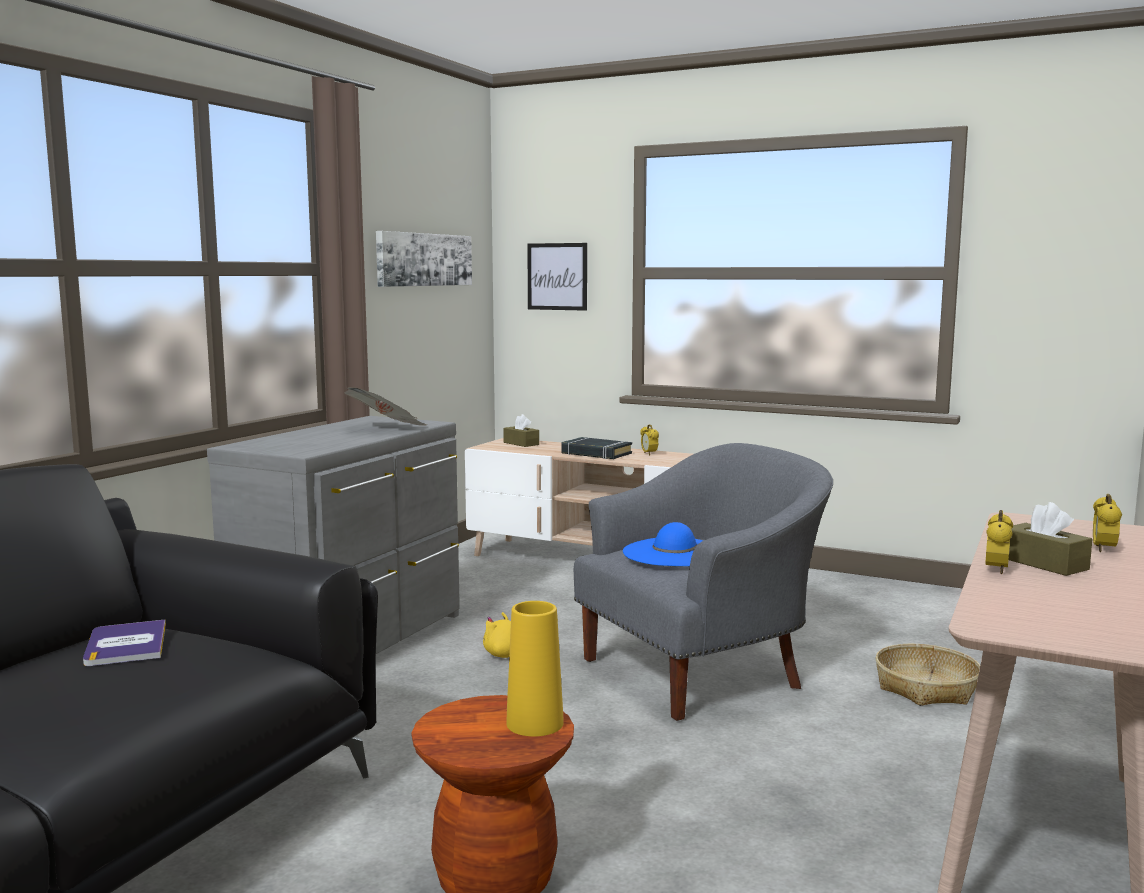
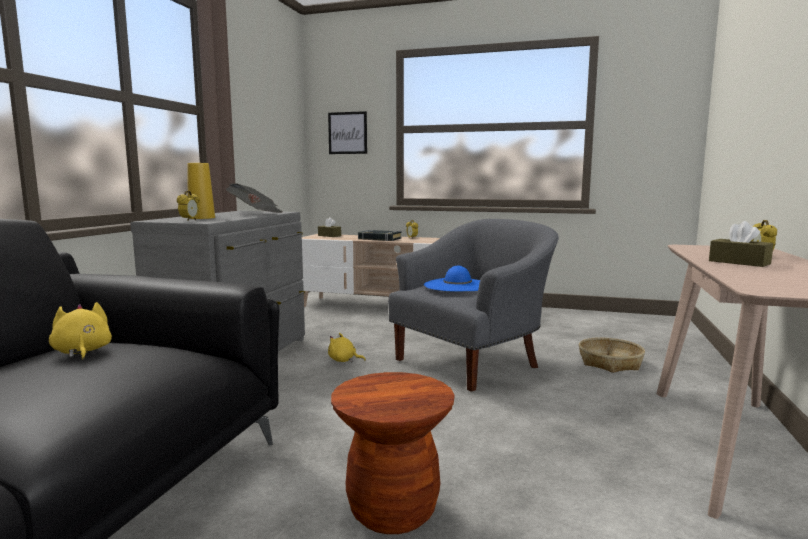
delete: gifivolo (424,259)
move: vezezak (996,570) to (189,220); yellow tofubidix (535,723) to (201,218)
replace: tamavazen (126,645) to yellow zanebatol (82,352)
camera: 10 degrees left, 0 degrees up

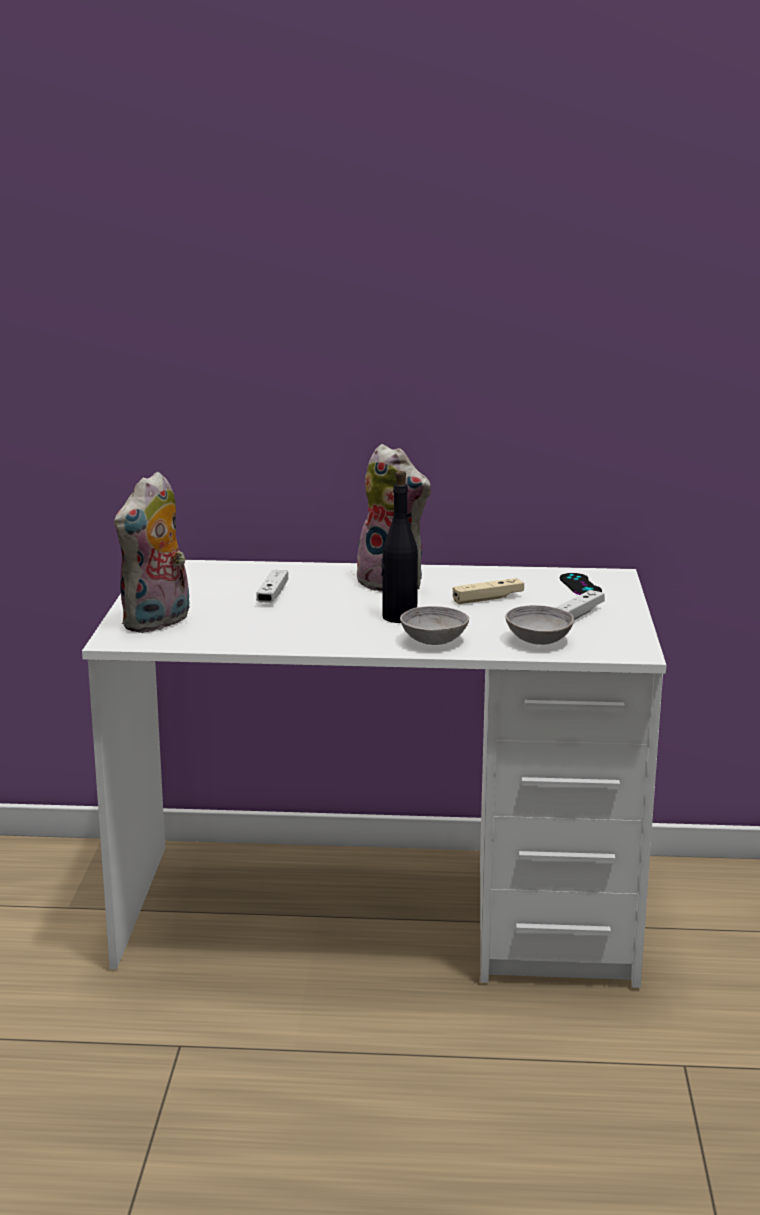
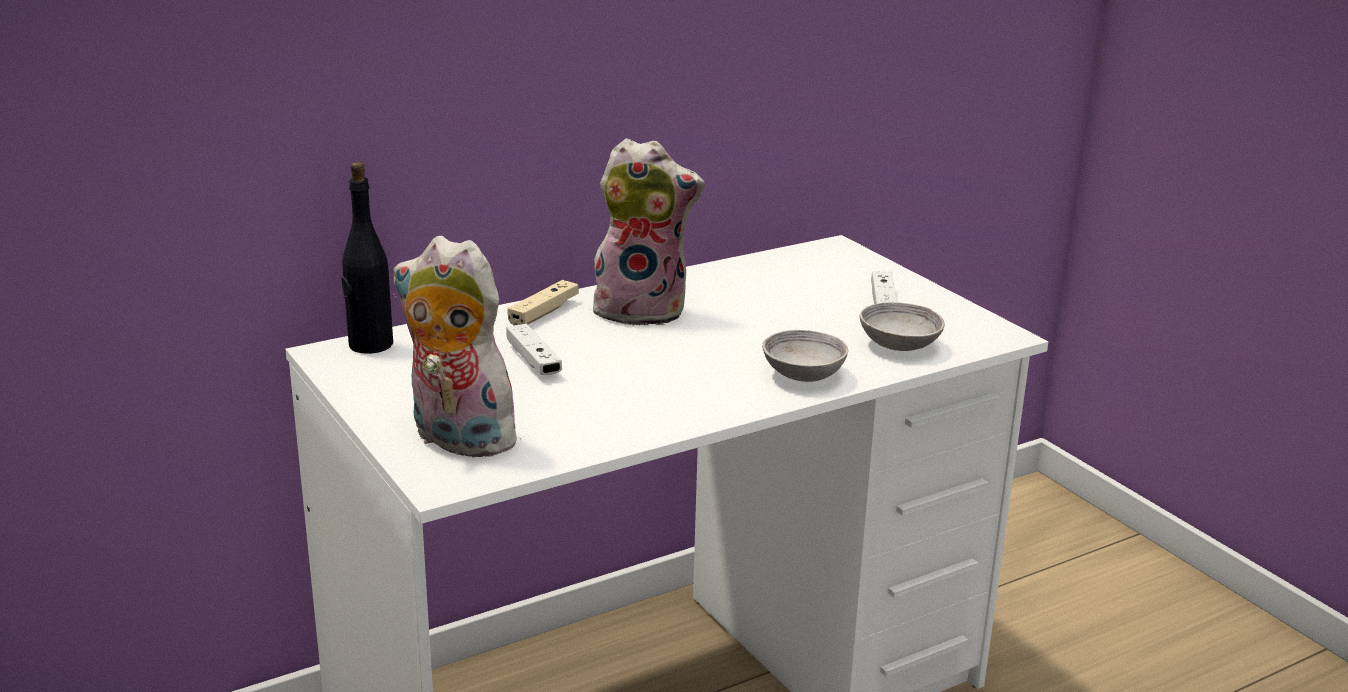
delete: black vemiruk (580,585)
move: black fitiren (399,617) to (370,345); beige vemiruk (488,599) to (543,312)
rotate: zanebatol (158,623) = (456,440) 120 degrees clockwise
camera: 35 degrees left, 5 degrees up

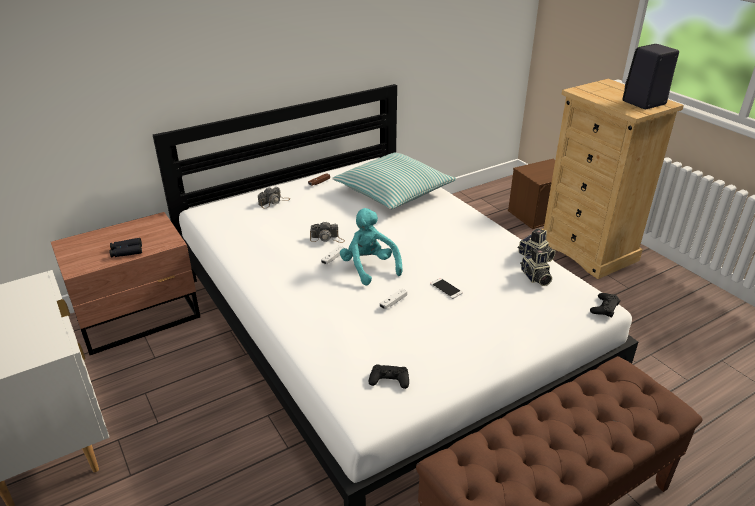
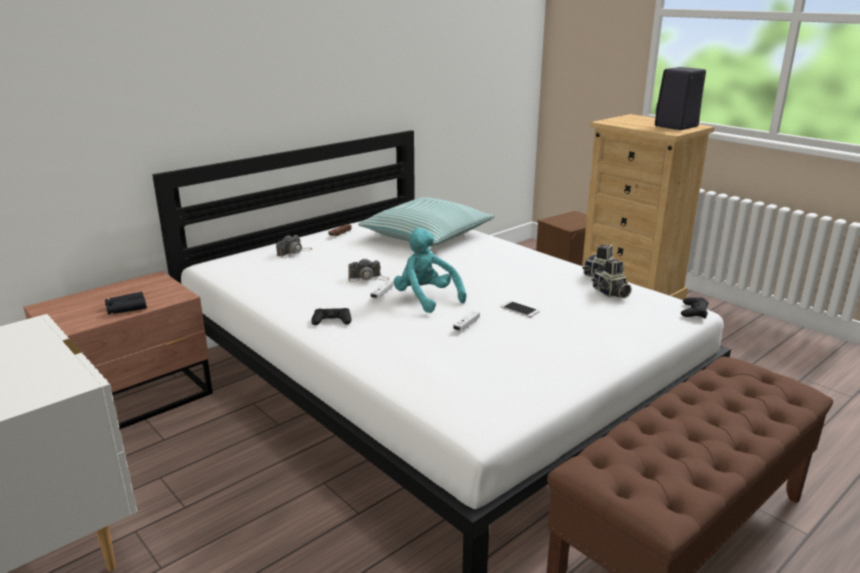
move: black vemiruk (389,379) to (332,320)
camera: 10 degrees left, 10 degrees down

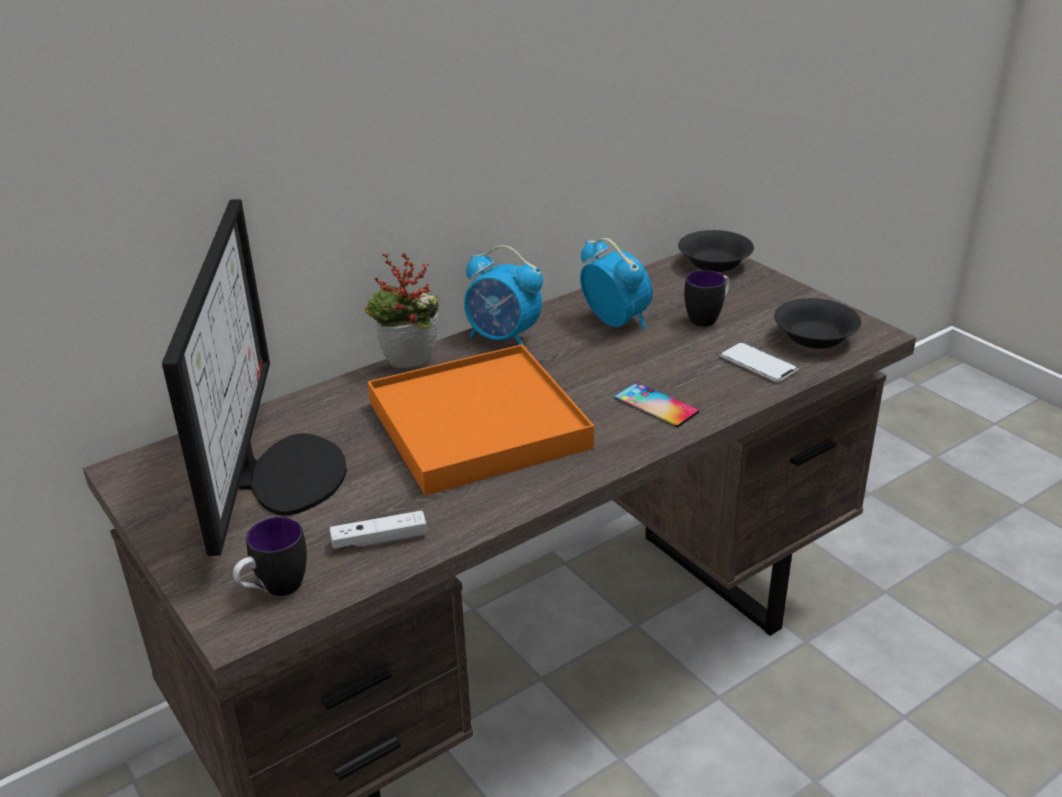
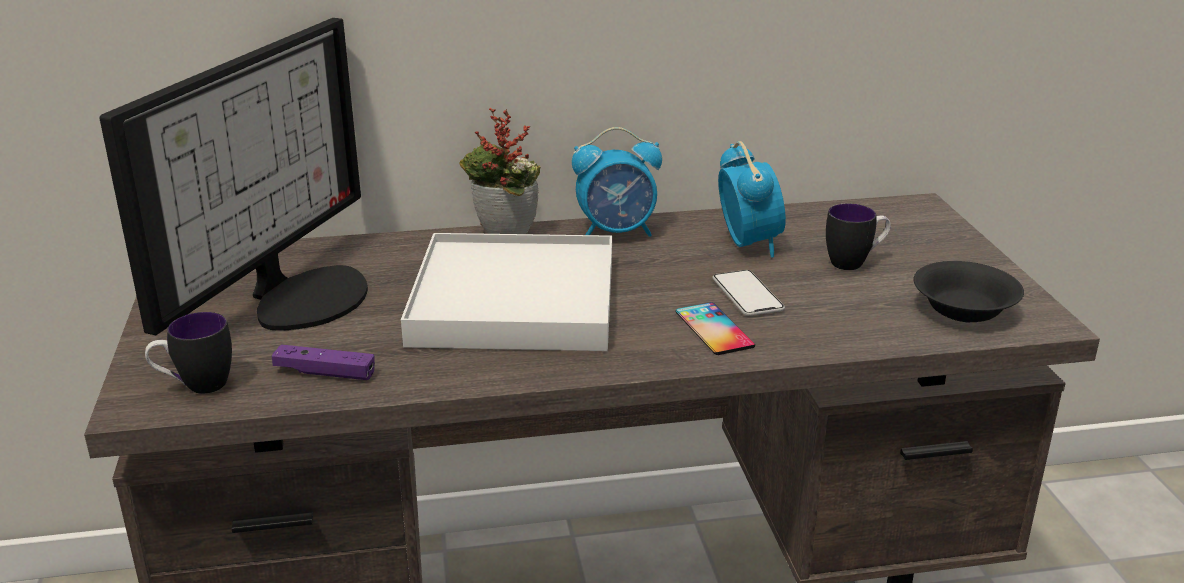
delete: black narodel (715,265)
move: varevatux (758,363) to (747,295)
recolor: white vemiruk (379,540) to purple vemiruk (325,372); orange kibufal (477,426) to white kibufal (514,301)
rotate: vezezak (503,338) = (617,233) 60 degrees counterclockwise
camera: 25 degrees right, 5 degrees down

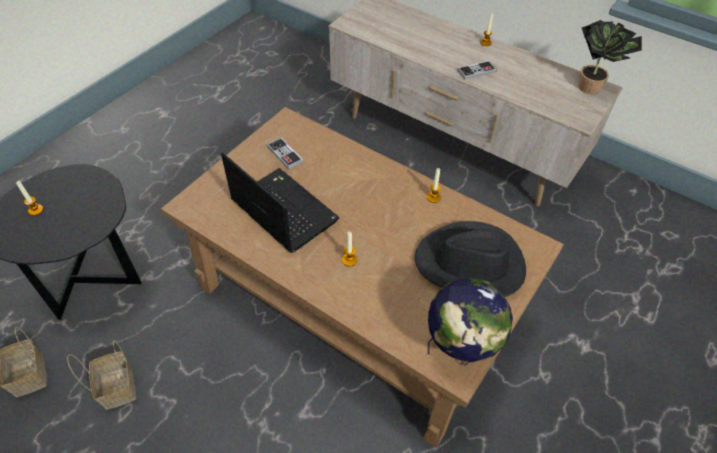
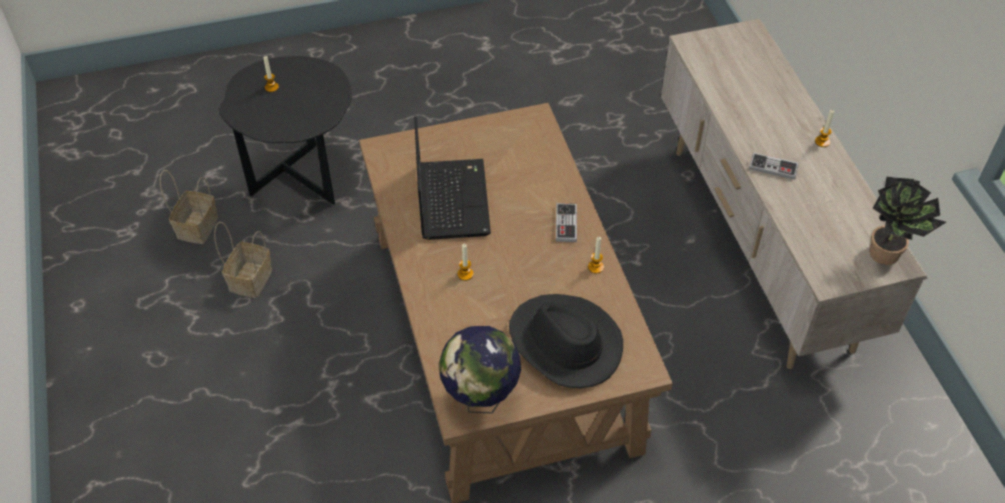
move: vemiruk (285,154) to (566,224)
camera: 40 degrees right, 0 degrees up

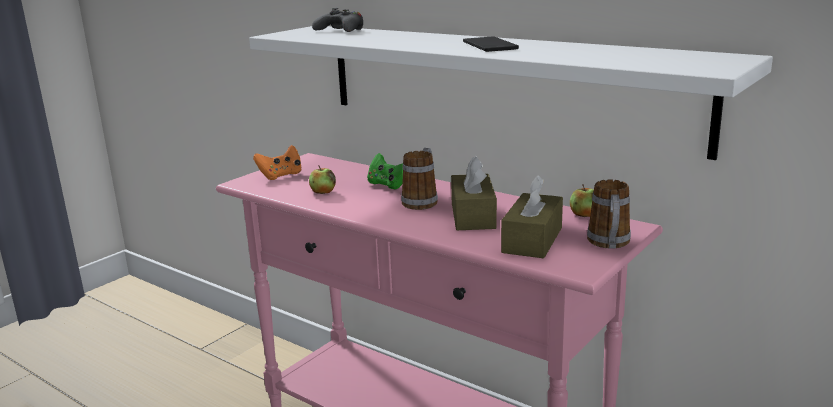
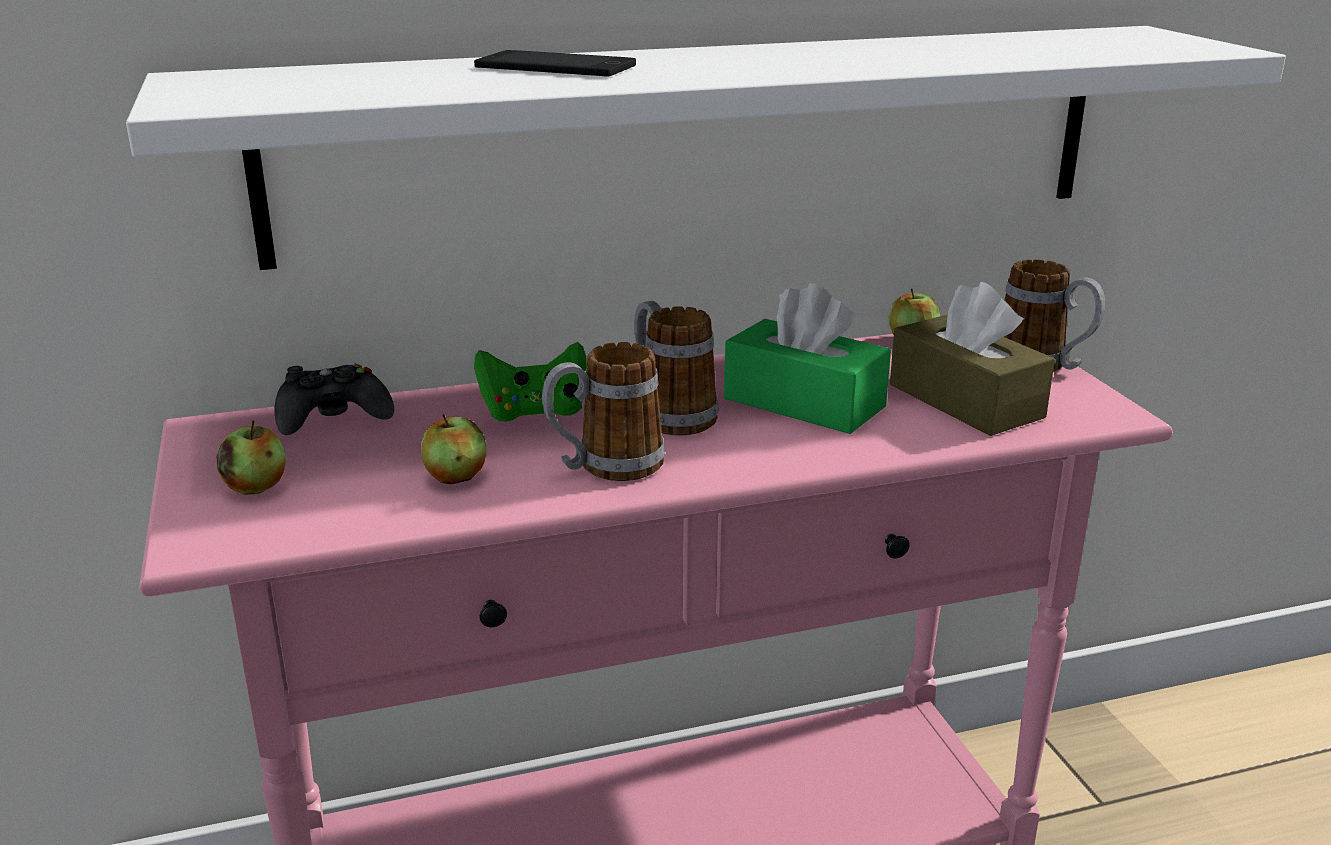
insert: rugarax (605,467)
move: black vemiruk (341,30) to (333,416); varevatux (489,45) to (555,66)
replace: orange vemiruk (281,175) to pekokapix (256,487)
recolor: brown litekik (473,216) to green litekik (804,403)
camera: 55 degrees left, 5 degrees up

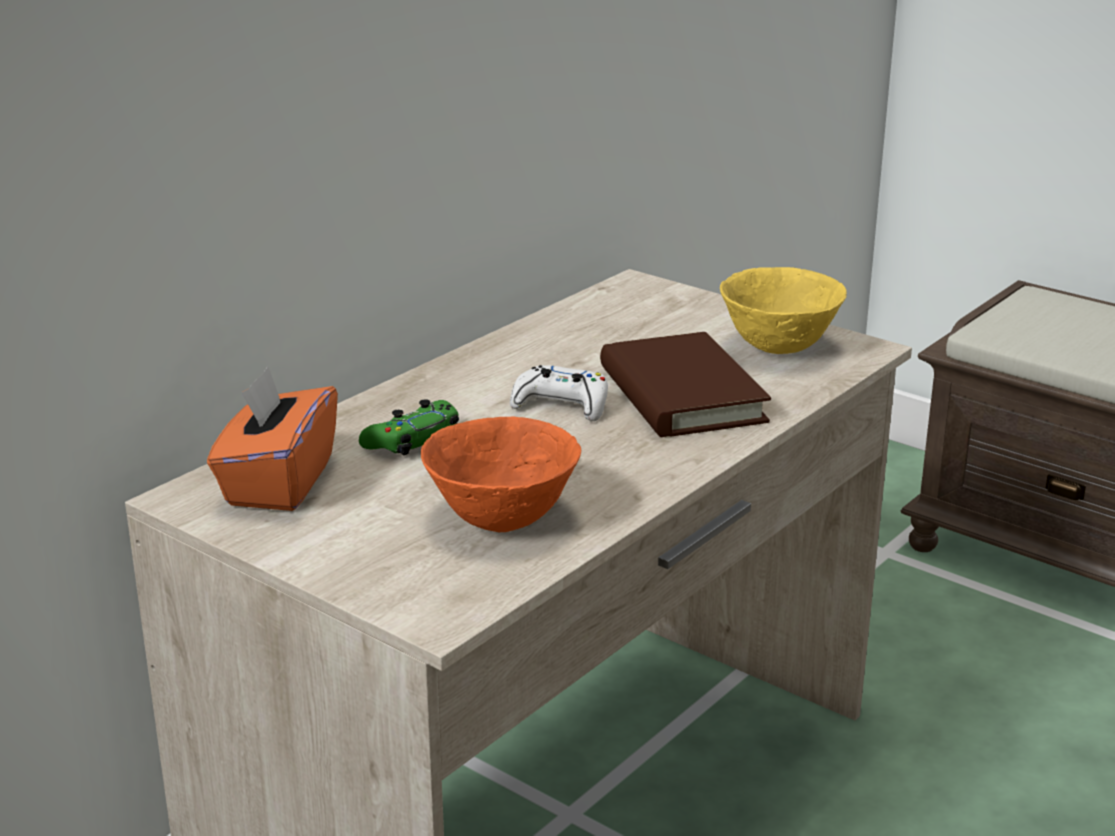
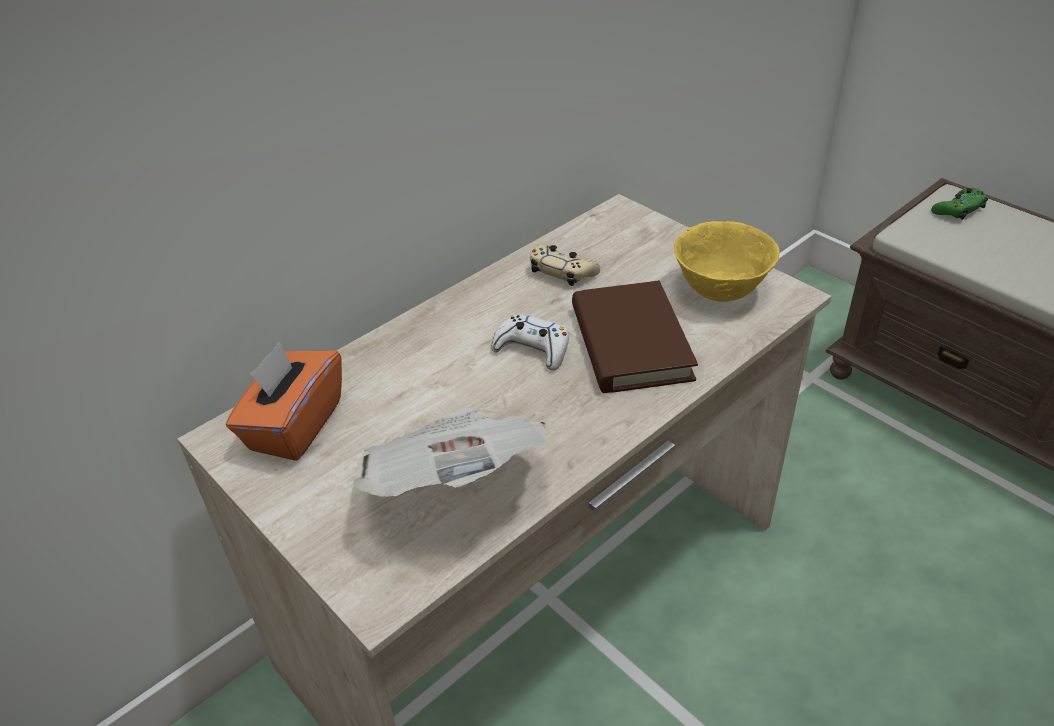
insert: beige vemiruk (562,272)
move: green vemiruk (413,440) to (958,210)
replace: orange narodel (500,518) to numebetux (455,482)
camera: 10 degrees right, 15 degrees up

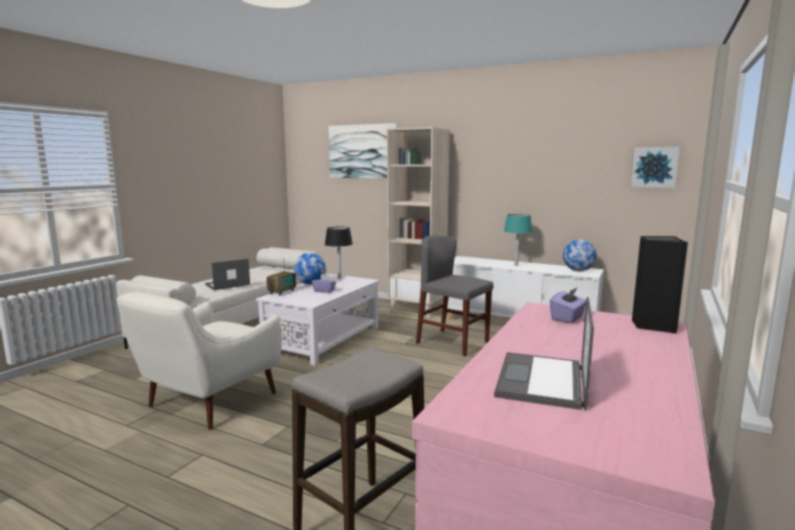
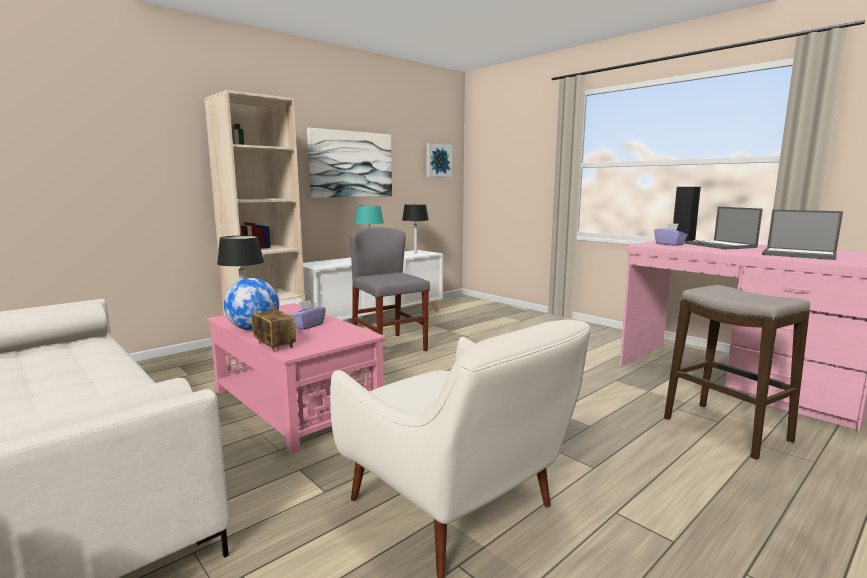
move: gifivolo (363,151) to (351,164); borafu (227,285) to (720,245)
replace: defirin (578,271) to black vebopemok (415,253)
recolor: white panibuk (324,339) to pink panibuk (295,403)
rotate: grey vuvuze (452,342) = (389,347) 90 degrees clockwise
camera: 70 degrees left, 0 degrees up

